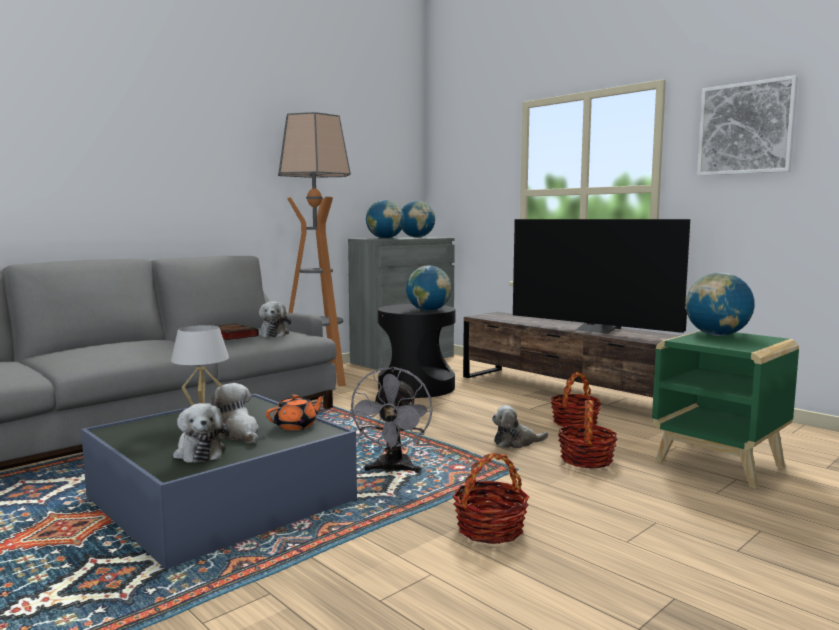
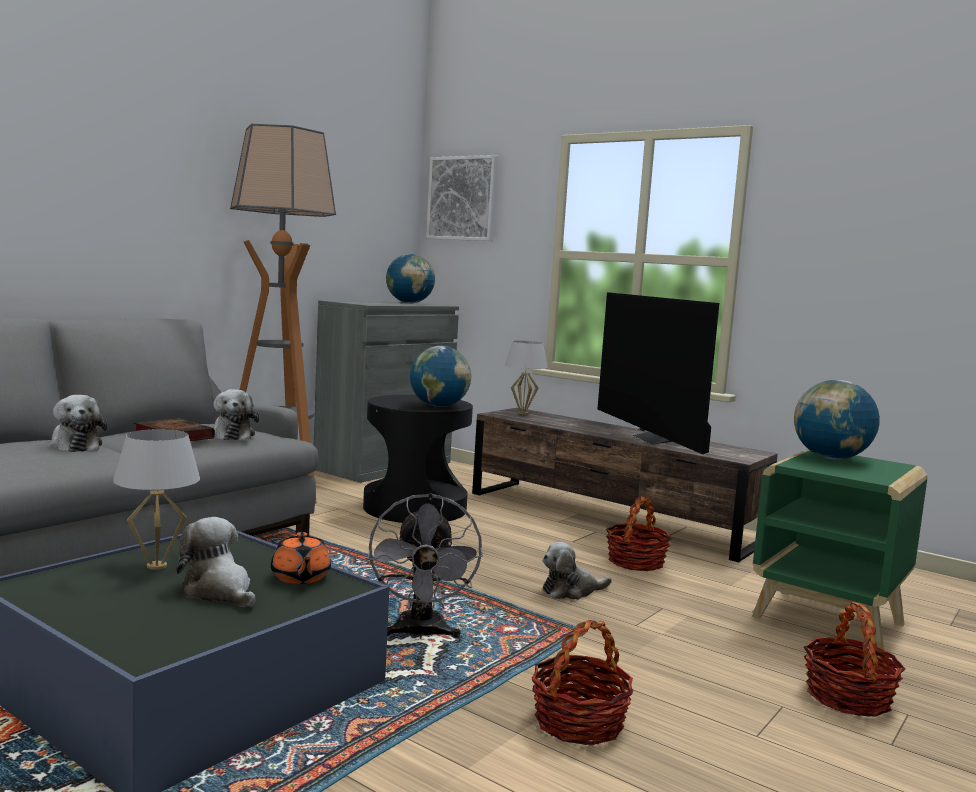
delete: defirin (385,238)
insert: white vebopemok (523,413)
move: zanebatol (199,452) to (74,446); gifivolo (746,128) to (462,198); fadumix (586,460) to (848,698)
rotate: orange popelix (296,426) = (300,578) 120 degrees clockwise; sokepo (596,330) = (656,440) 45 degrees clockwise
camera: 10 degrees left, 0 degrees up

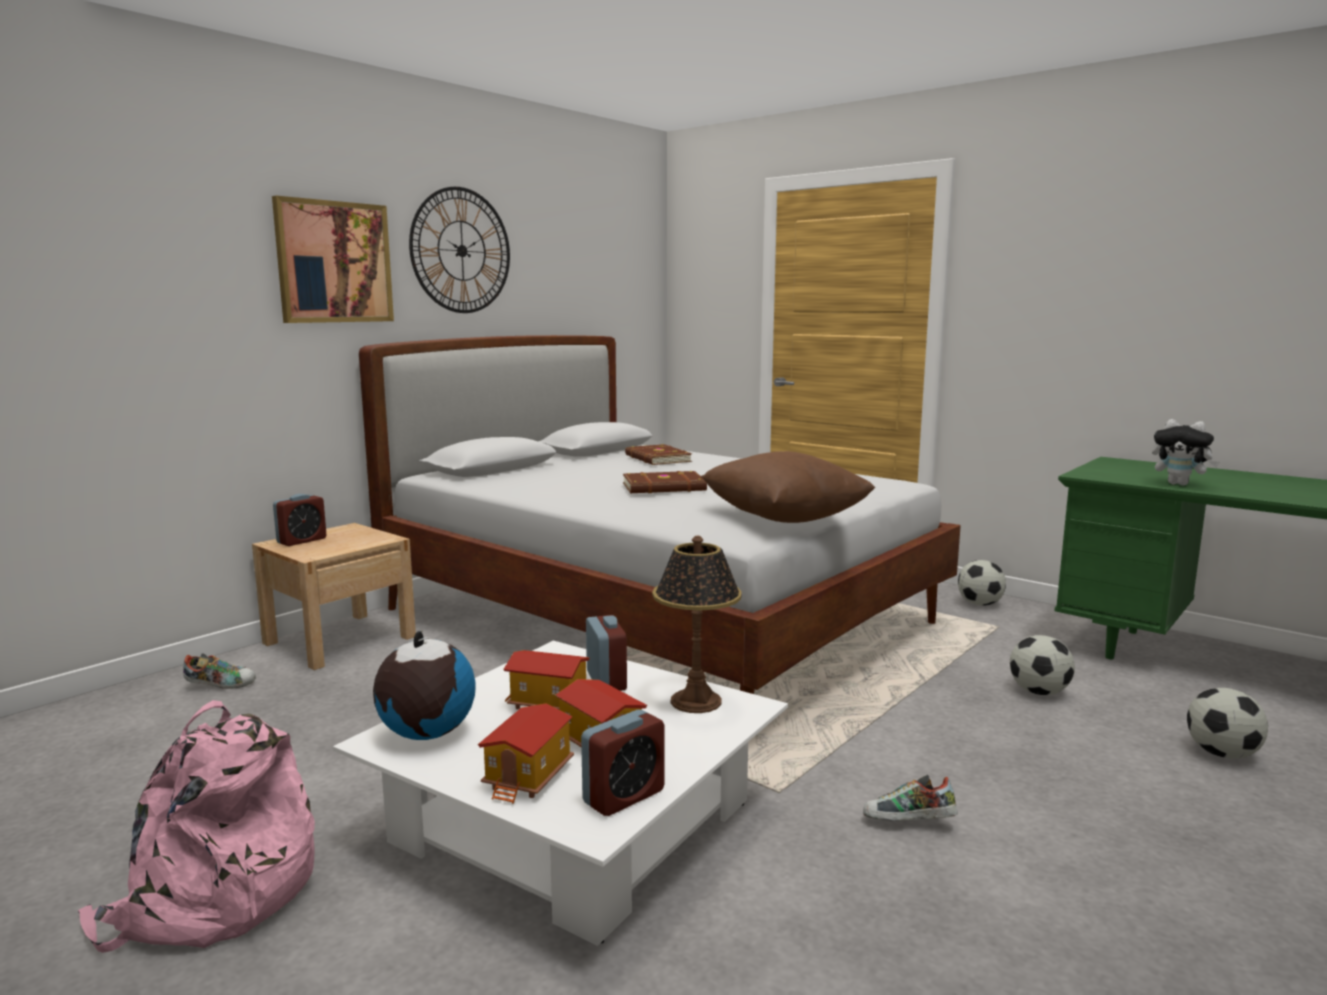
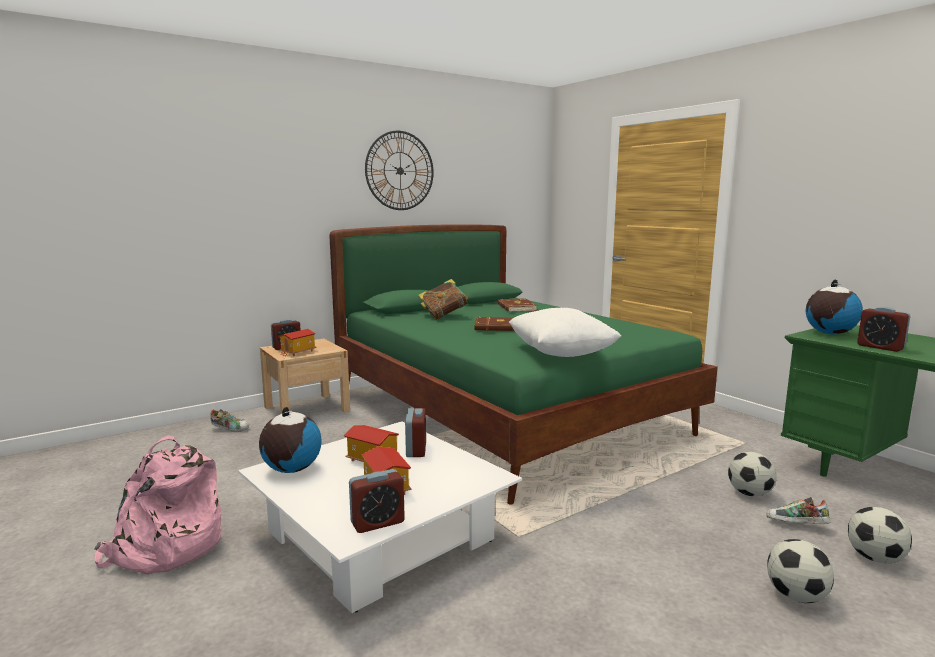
delete: gifivolo (334,262); vebopemok (696,702)
insert: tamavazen (444,316); defirin (829,333)
move: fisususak (529,777) to (298,352); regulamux (908,824) to (796,525); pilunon (979,604) to (796,596)
replace: zanebatol (1180,484) to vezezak (880,347)
recolor: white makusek (658,617) to green makusek (504,413); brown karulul (784,519) to white karulul (561,354)
camera: 15 degrees right, 0 degrees up

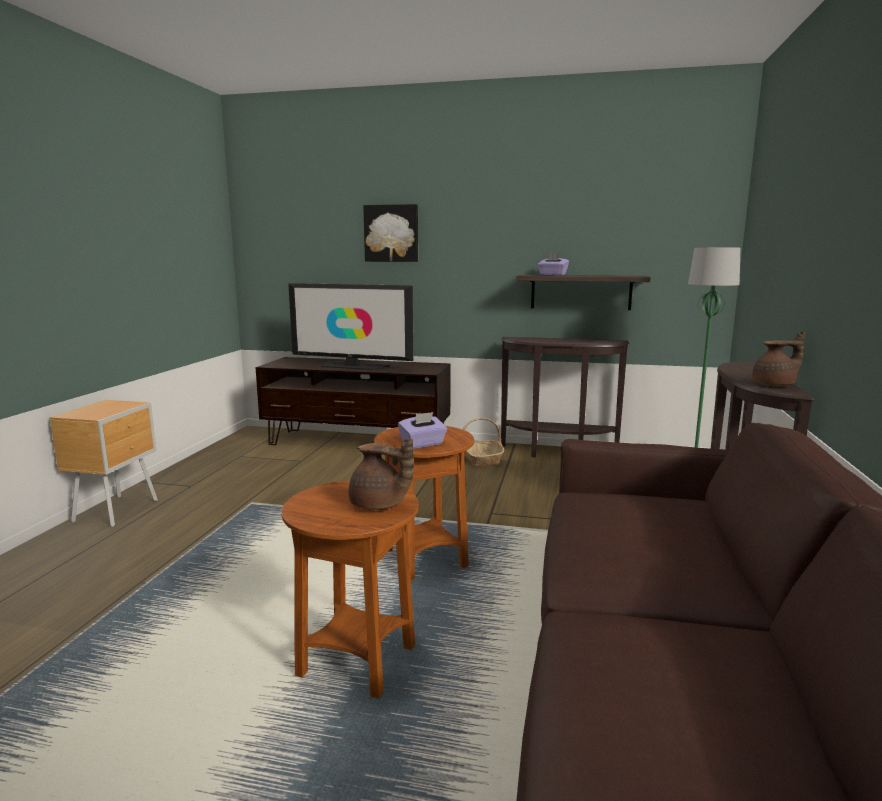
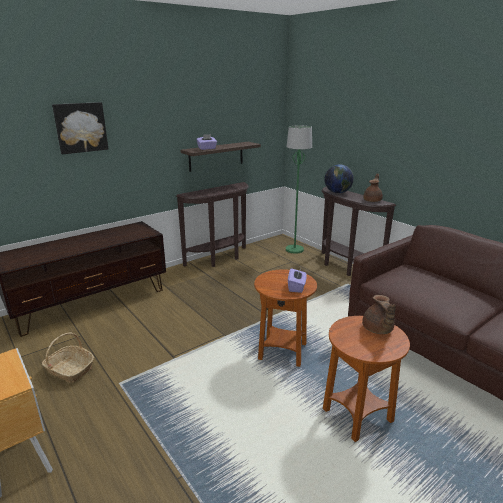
delete: sokepo (352,366)
insert: defirin (337,192)
move: fadumix (481,459) to (69,369)
rotate: brown popelix (379,505) = (377,330) 105 degrees clockwise
camera: 50 degrees left, 10 degrees up

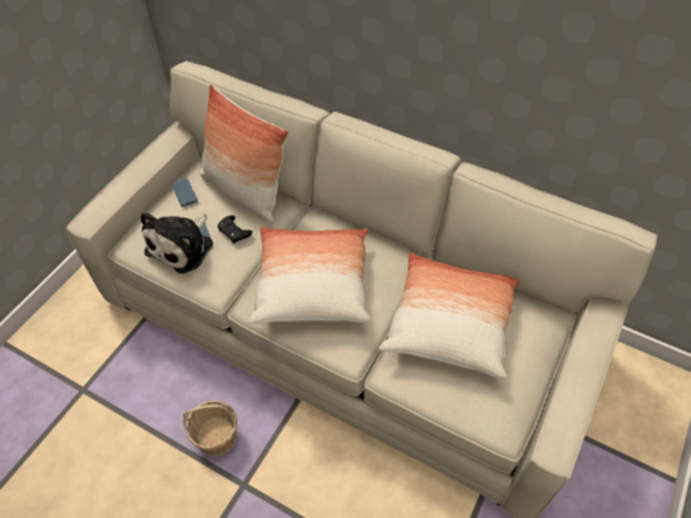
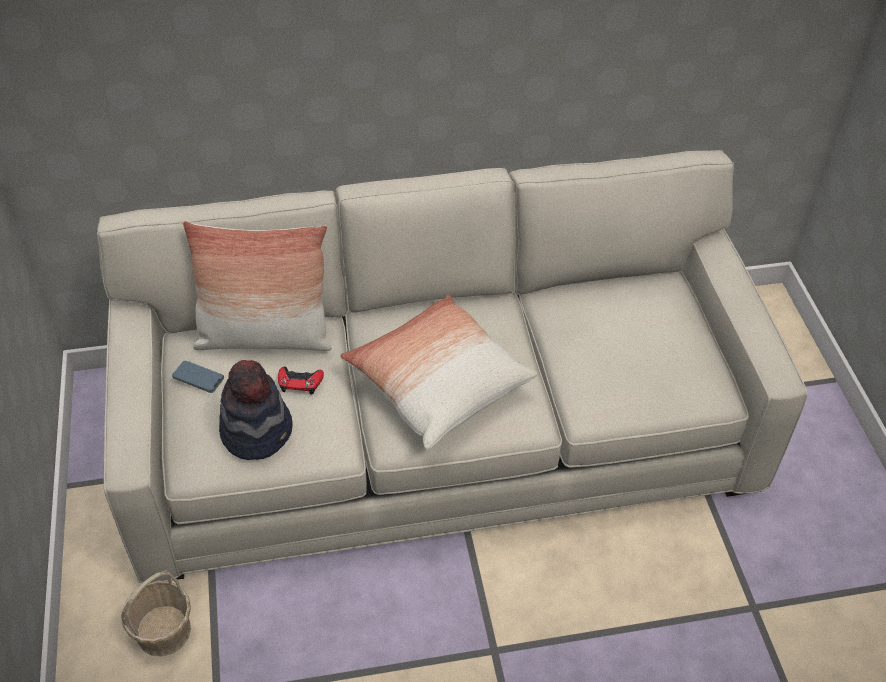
delete: karulul (449,324)
move: fadumix (217,436) to (164,631)
replace: zanebatol (183,246) to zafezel (257,430)
recolor: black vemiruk (234,231) to red vemiruk (300,382)
camera: 40 degrees left, 5 degrees down

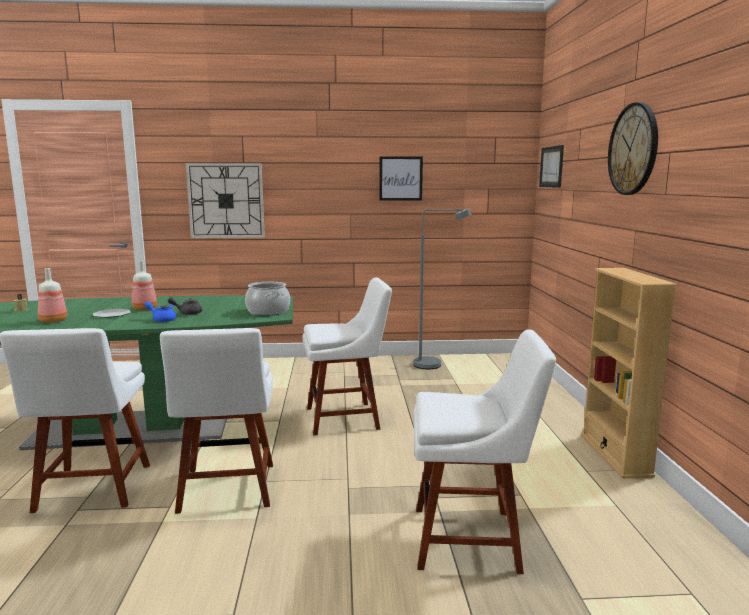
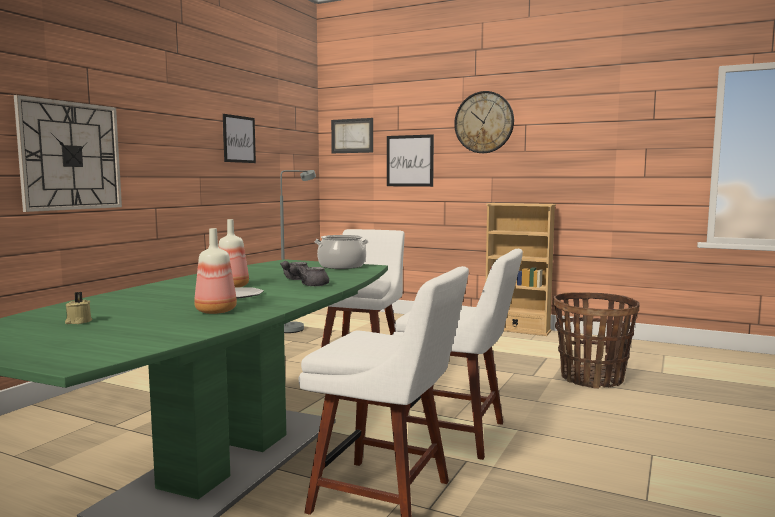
insert: gifivolo (410,161)
replace: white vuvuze (472,539) to fadumix (592,378)
recolor: blue popelix (162,319) to grey popelix (310,285)
camera: 60 degrees left, 5 degrees down

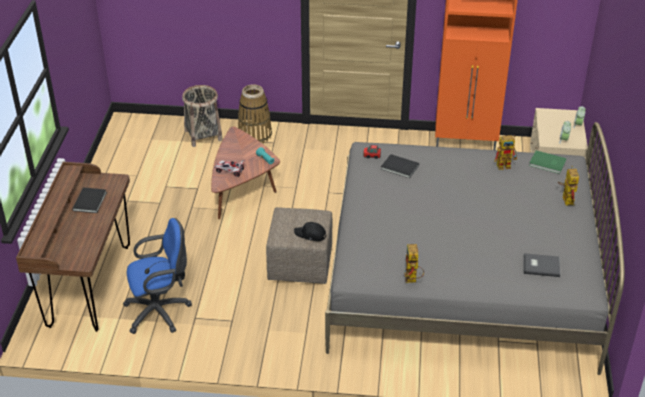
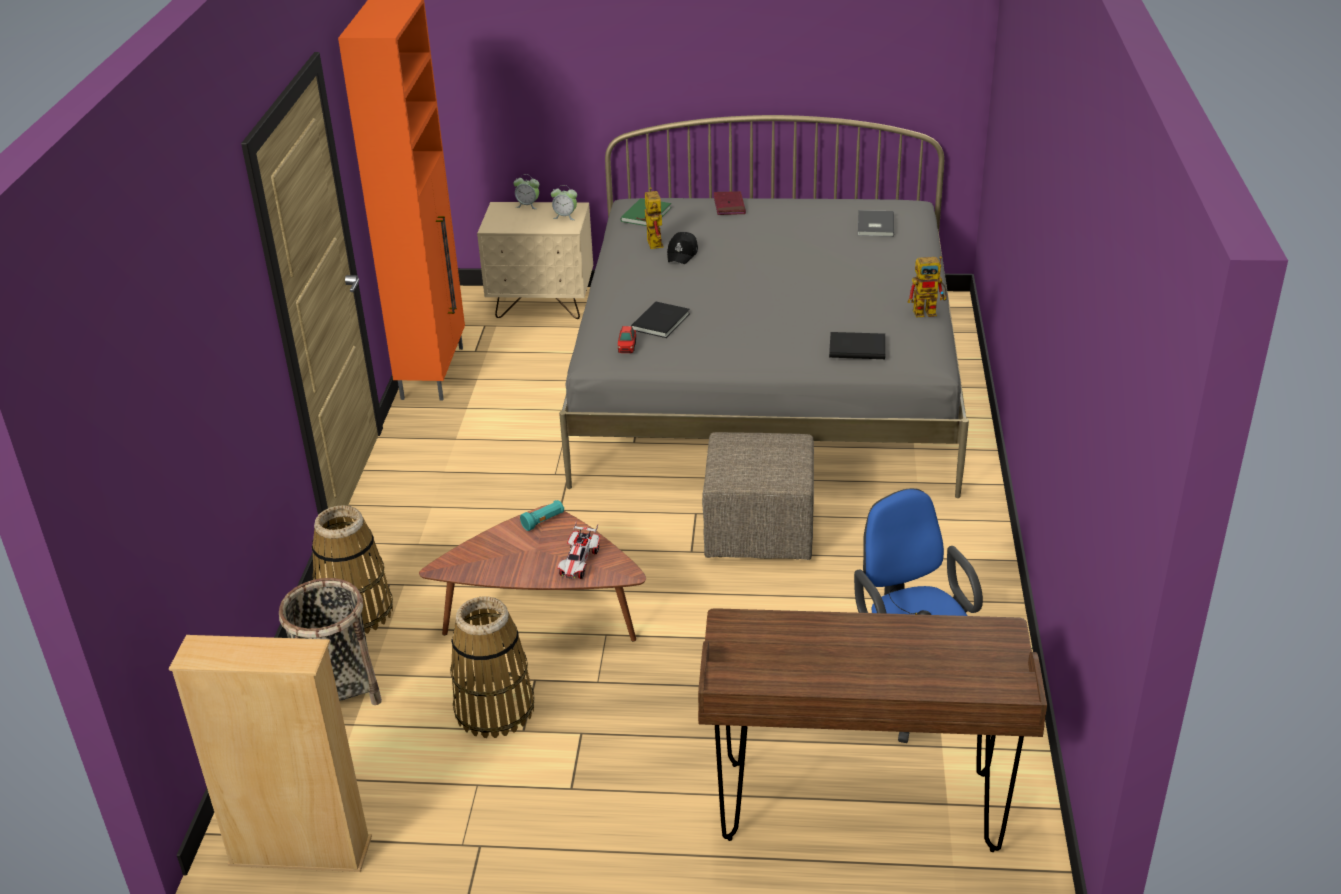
insert: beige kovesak (300,852); fadumix (494,709)
move: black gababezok (310,235) to (682,254); black tamavazen (91,201) to (856,347)
replace: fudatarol (565,199) to red tamavazen (729,205)
camera: 90 degrees left, 5 degrees down

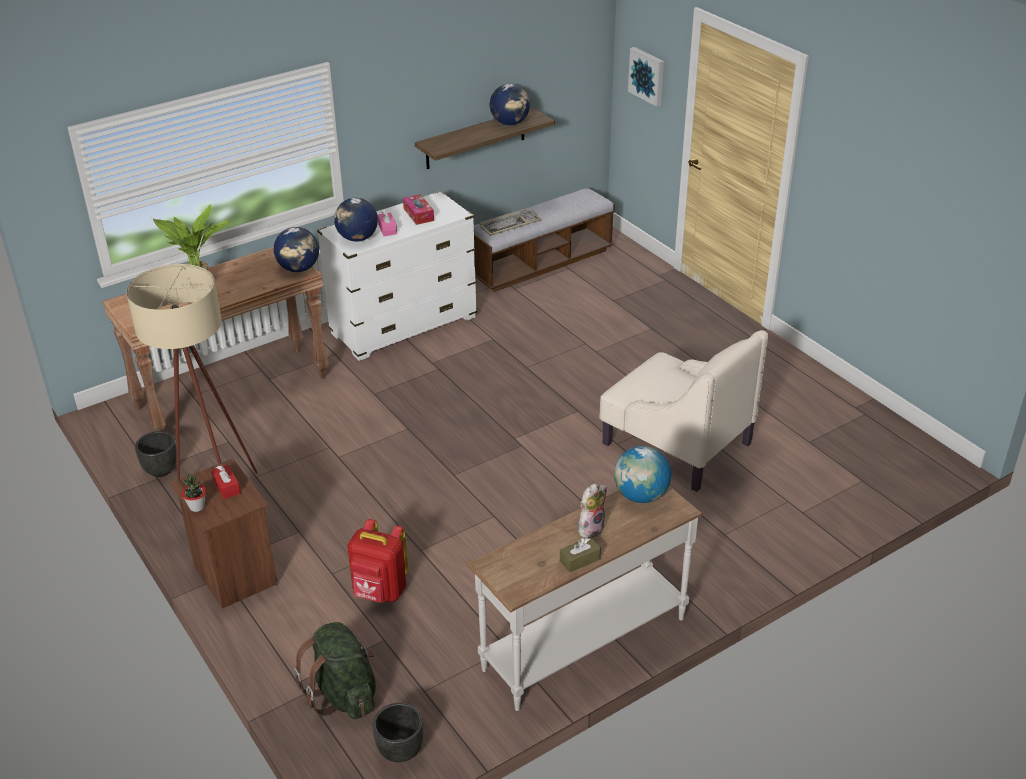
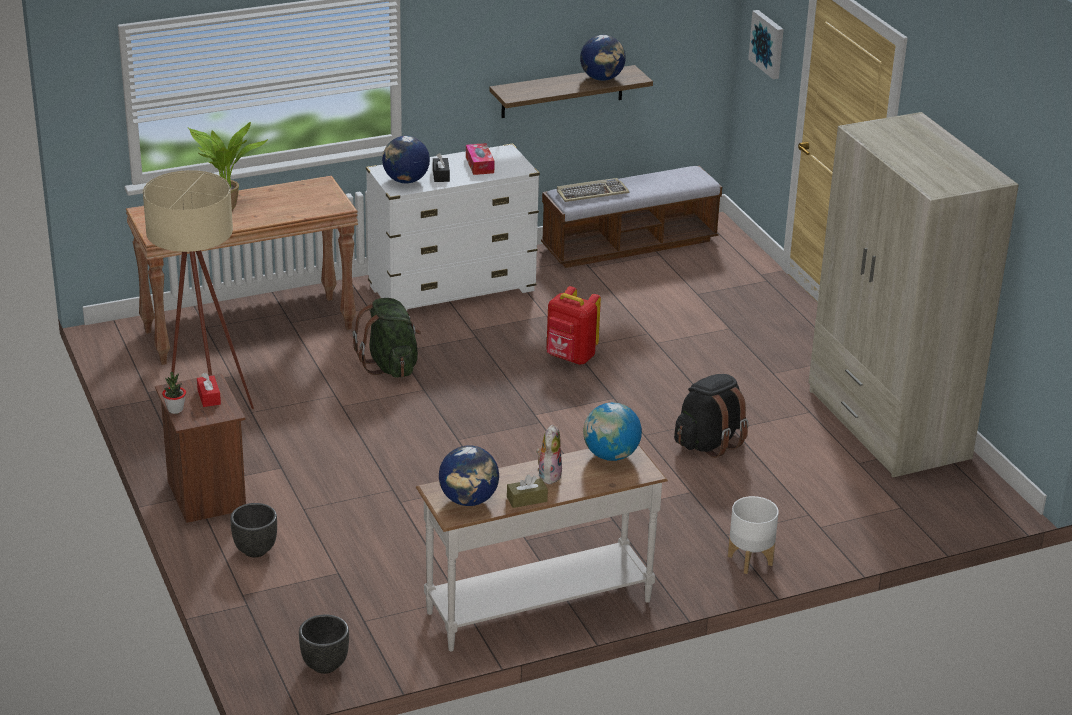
insert: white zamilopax (750,560); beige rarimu (887,425)
move: black zamilopax (161,470) to (256,550); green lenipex (344,695) to (390,366); defirin (299,269) to (469,500); red lenipex (380,592) to (570,358)
replace: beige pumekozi (675,442) to black lenipex (709,443)
recolor: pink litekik (387,229) to black litekik (441,175)
rotate: zanebatol (590,528) = (548,475) 45 degrees counterclockwise
camera: 10 degrees right, 5 degrees down

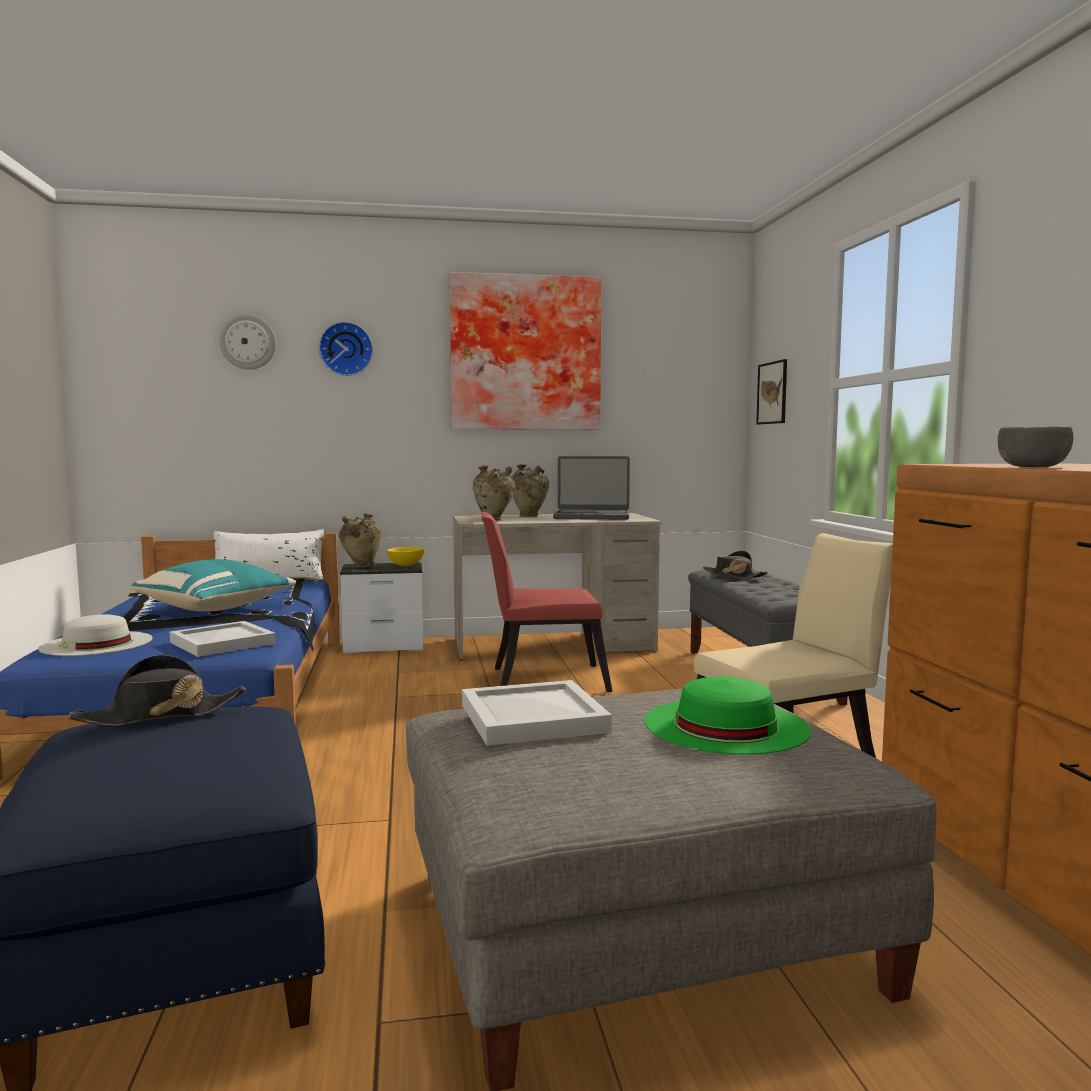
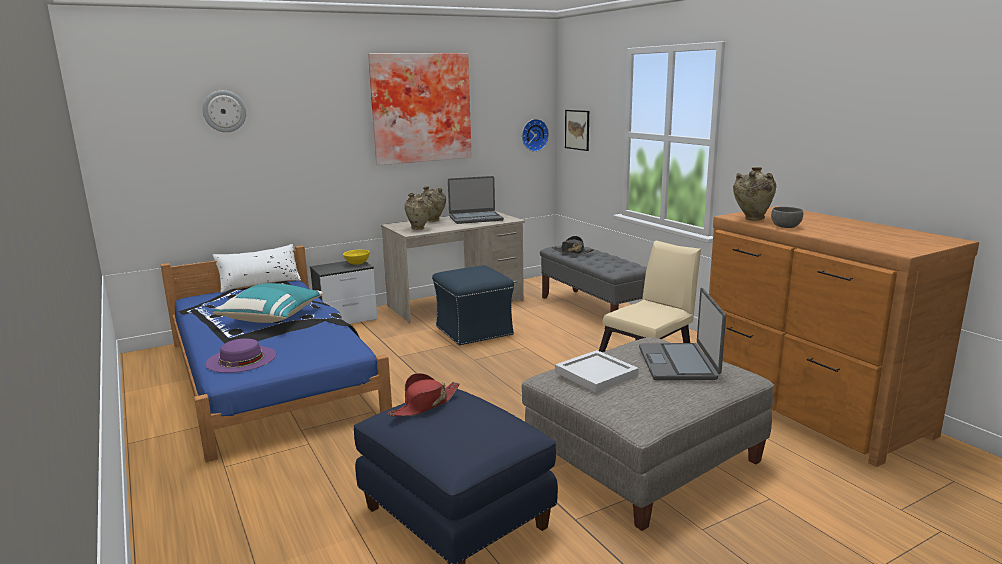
delete: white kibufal (224,643)
move: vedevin (346,349) to (534,135); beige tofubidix (361,566) to (751,219)
replace: red vuvuze (540,679) to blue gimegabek (473,330); green zafezel (725,725) to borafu (678,363)
recolor: white zafezel (96,643) to purple zafezel (241,359); black zafezel (160,715) to red zafezel (425,404)
camera: 20 degrees left, 10 degrees up

